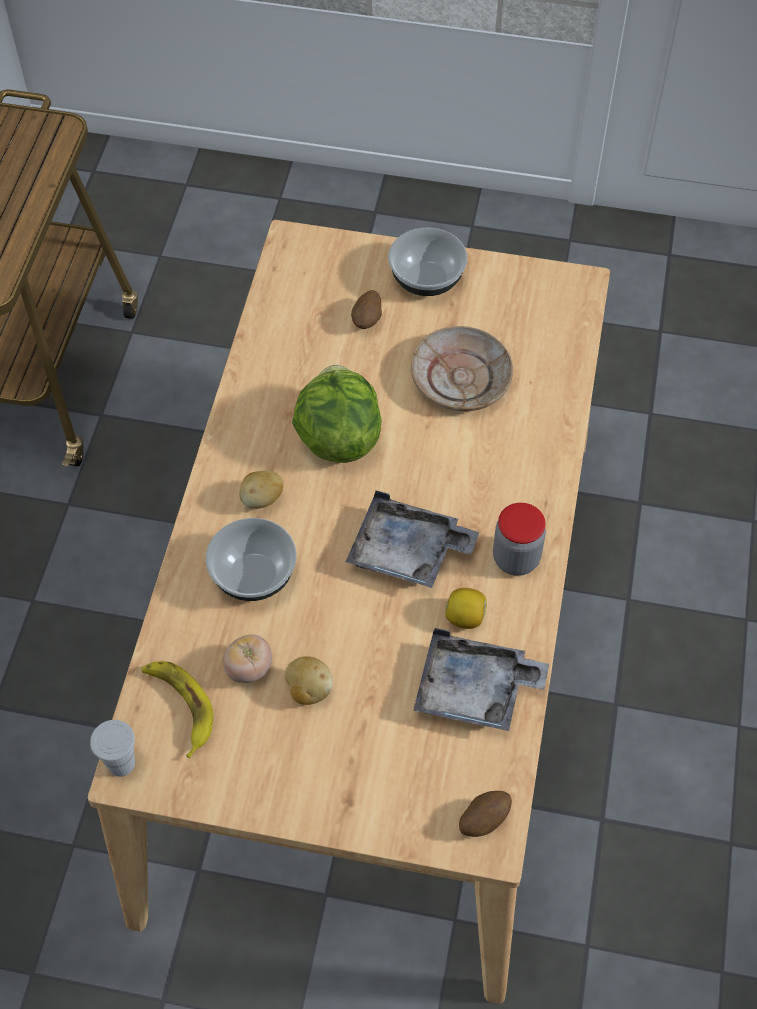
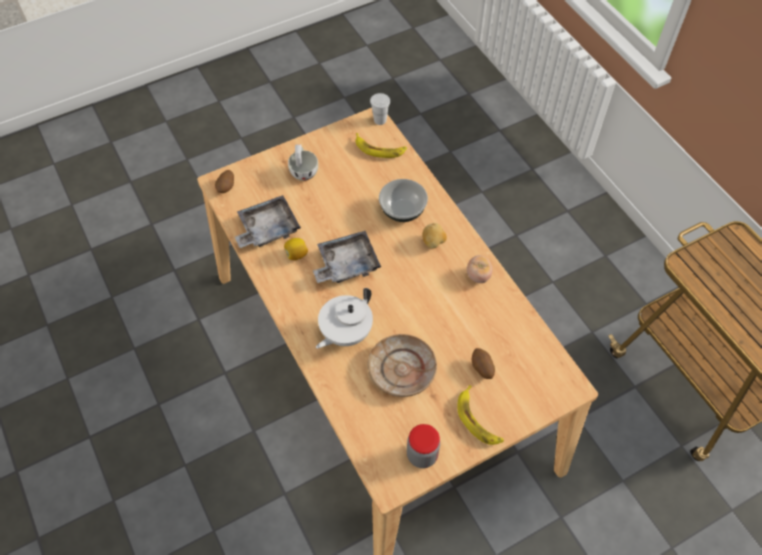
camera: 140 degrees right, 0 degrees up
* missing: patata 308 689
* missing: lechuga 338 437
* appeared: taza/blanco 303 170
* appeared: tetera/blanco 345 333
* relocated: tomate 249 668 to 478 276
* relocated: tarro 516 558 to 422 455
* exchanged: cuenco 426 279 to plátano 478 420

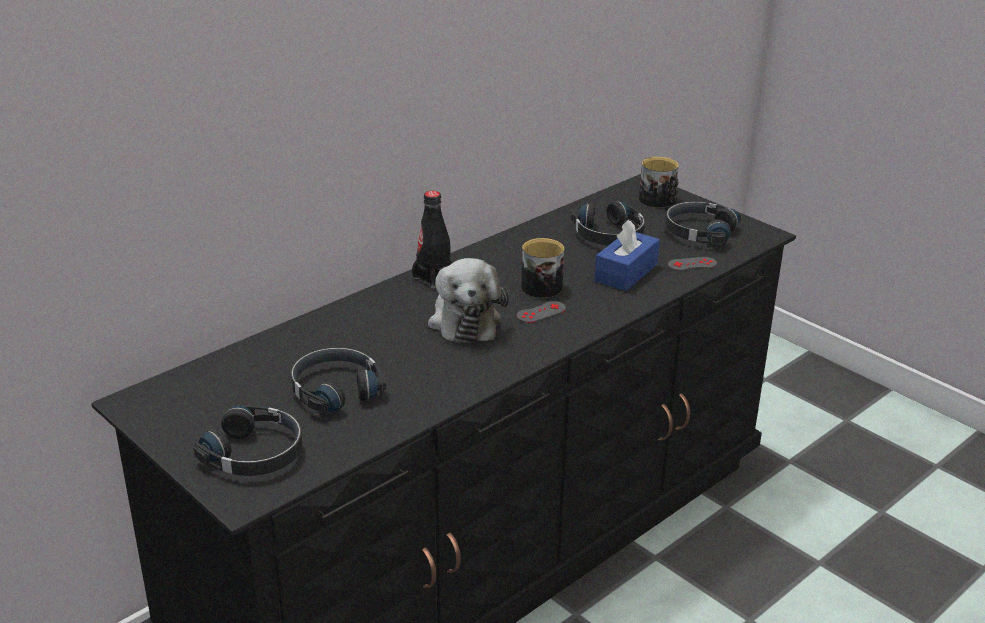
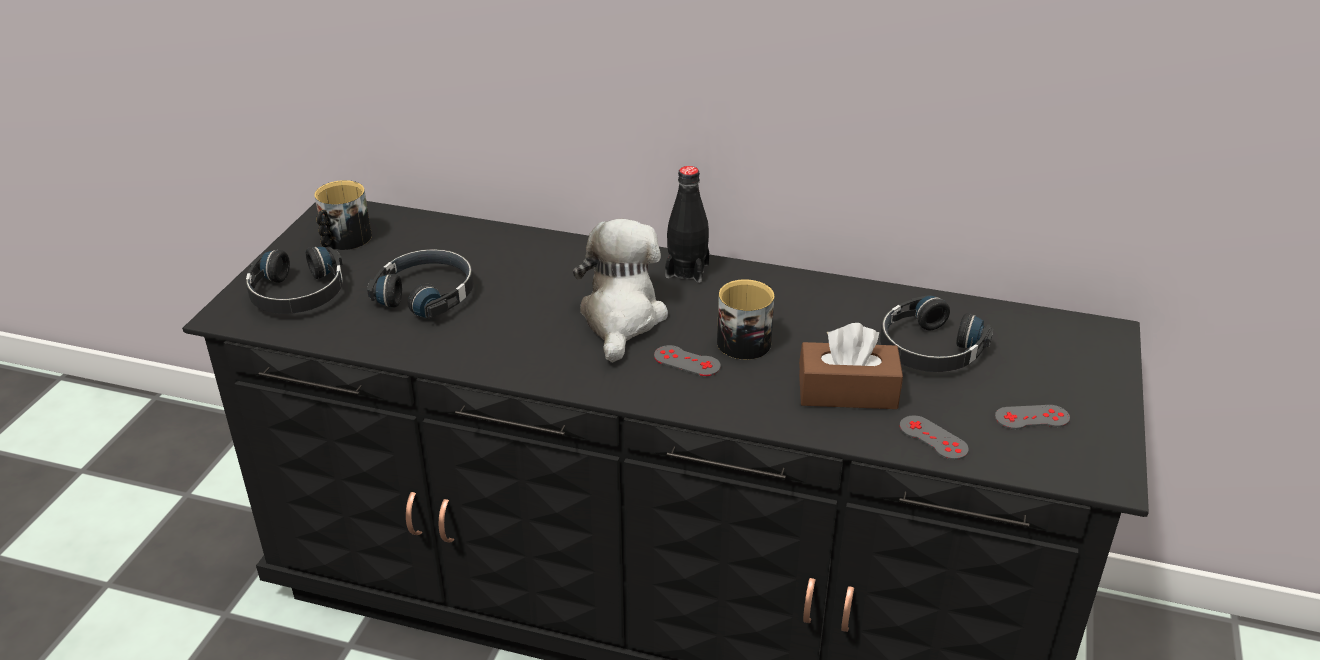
camera: 60 degrees right, 5 degrees up
* relocated: taza grande 660 201 to 343 240
* exchanged: auriculares/negro 699 232 to mando de consola/gris 1032 418
* colour: caja de pañuelos/azul 626 273 to caja de pañuelos/marrón 847 392
* spun: peluche 464 320 = 621 318 135 degrees clockwise

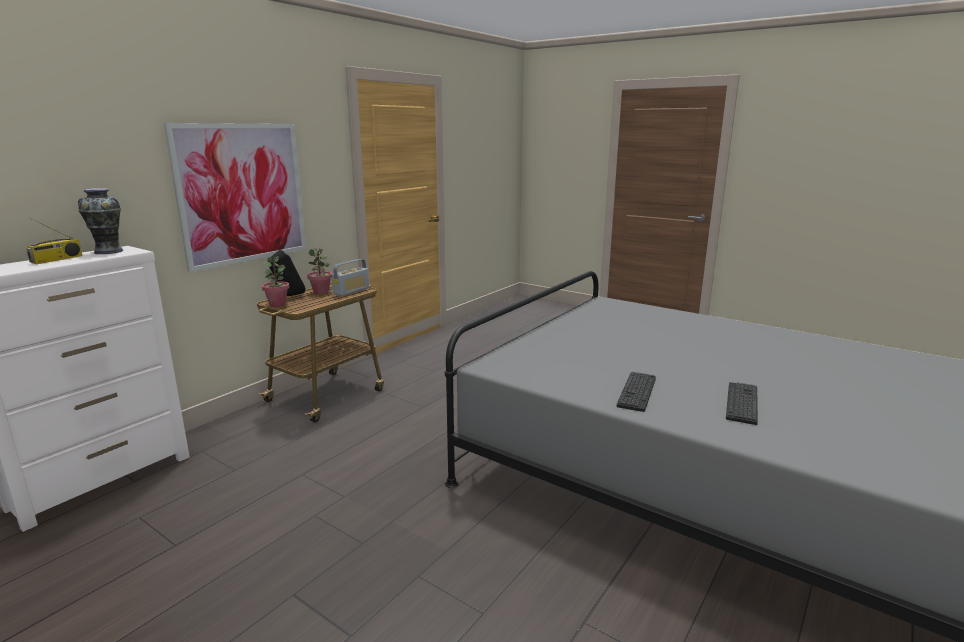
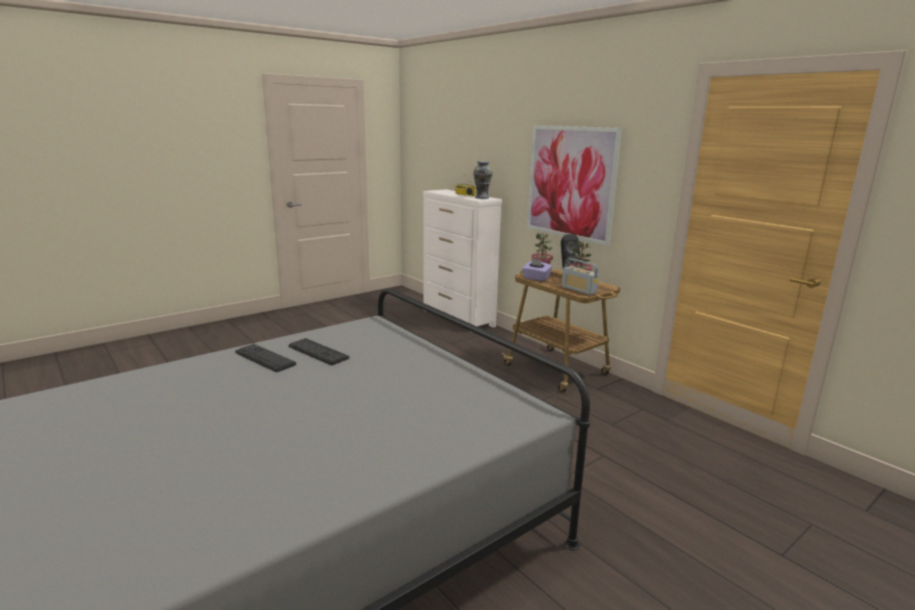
camera: 105 degrees right, 0 degrees up
* appeared: caja de pañuelos/morado 536 278
* relocated: teclado 742 403 to 318 352

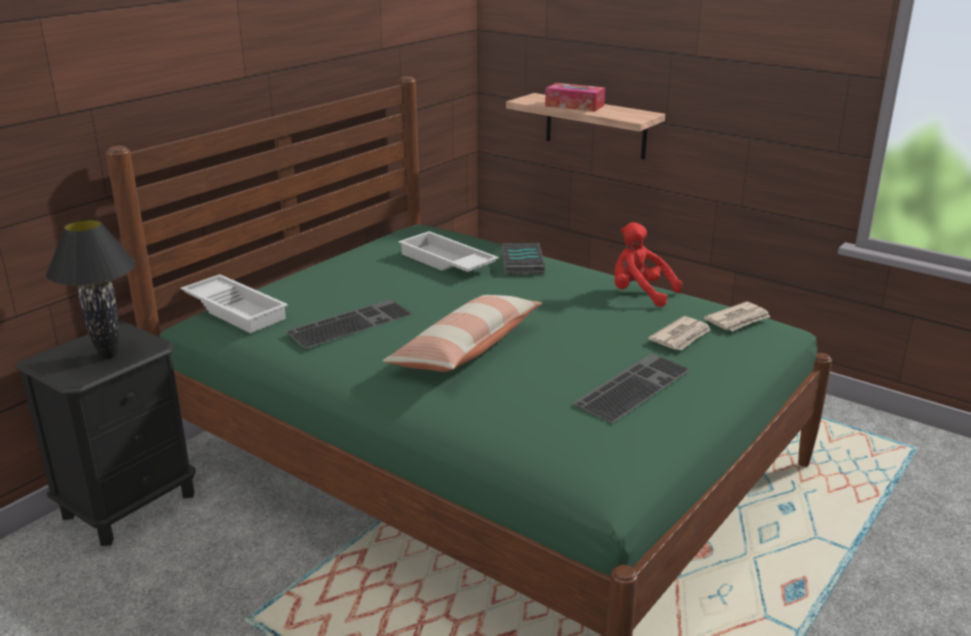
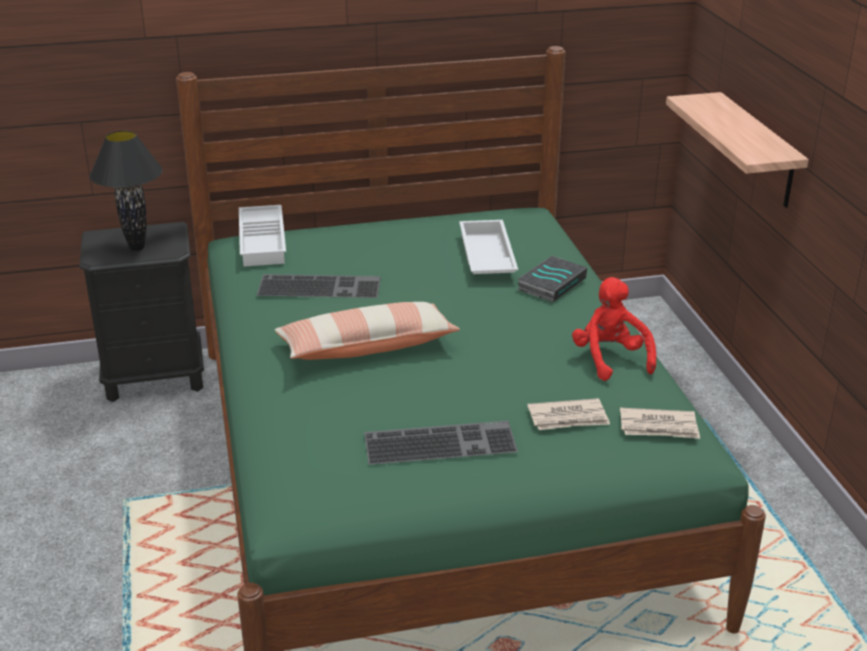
camera: 40 degrees right, 5 degrees up
* missing: caja de pañuelos 574 106

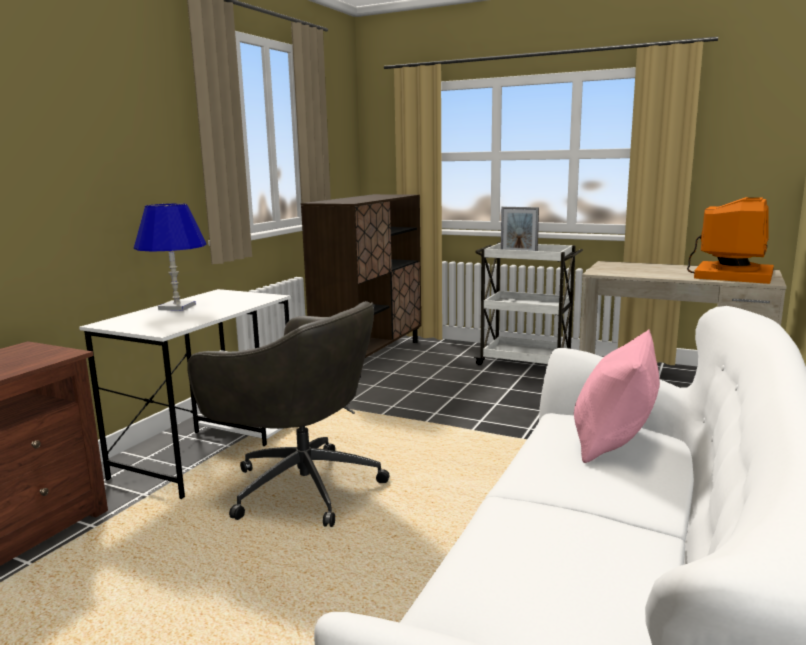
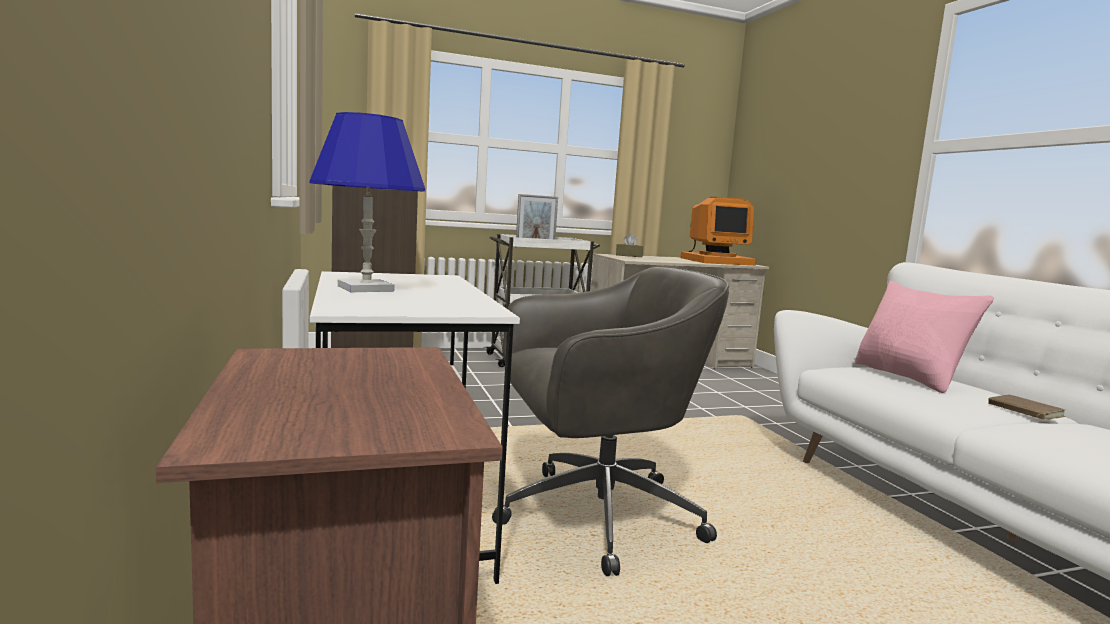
camera: 45 degrees left, 5 degrees down
* appeared: caja de pañuelos/marrón 629 256
* appeared: libro/marrón 1023 410
* spun: monitor 731 275 = 716 261 90 degrees clockwise

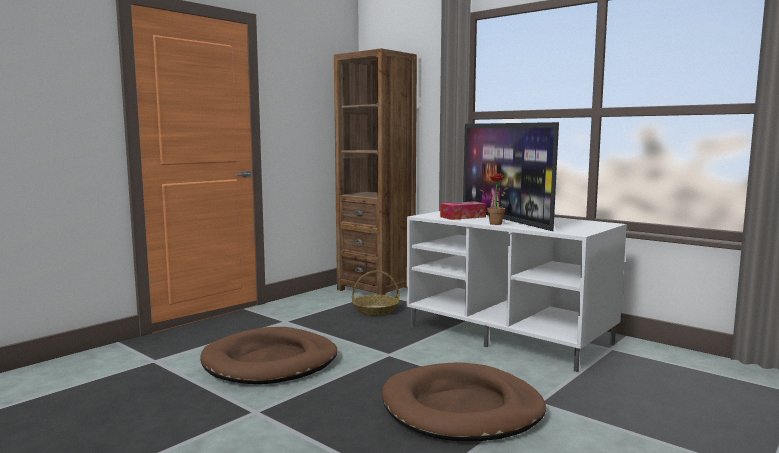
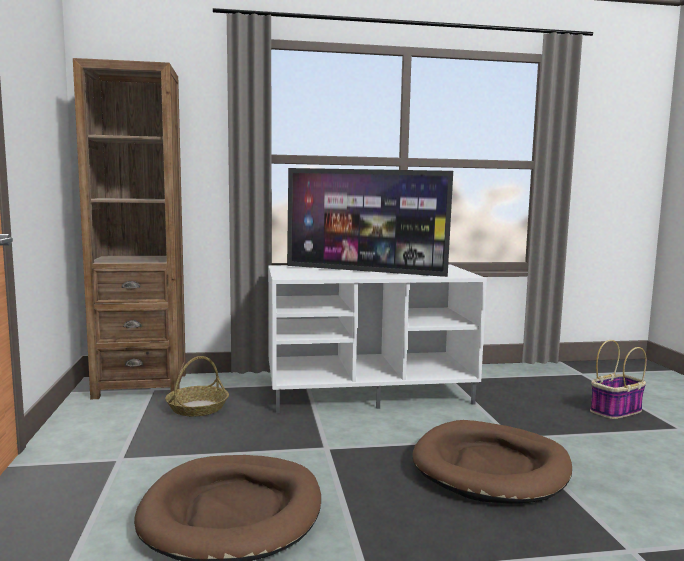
camera: 50 degrees left, 0 degrees up
* missing: caja de pañuelos 463 217
* missing: planta en maceta 492 223
* appeared: cesta 615 411

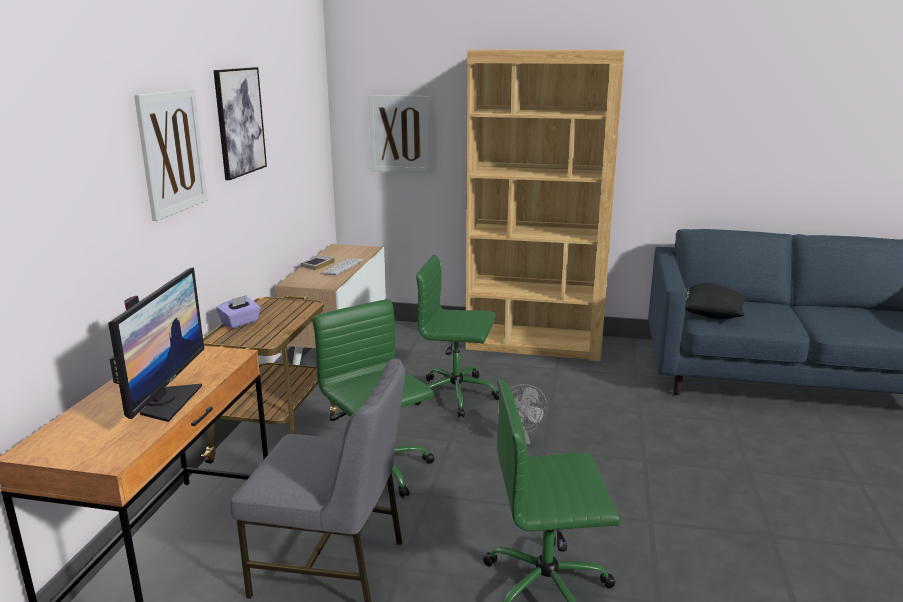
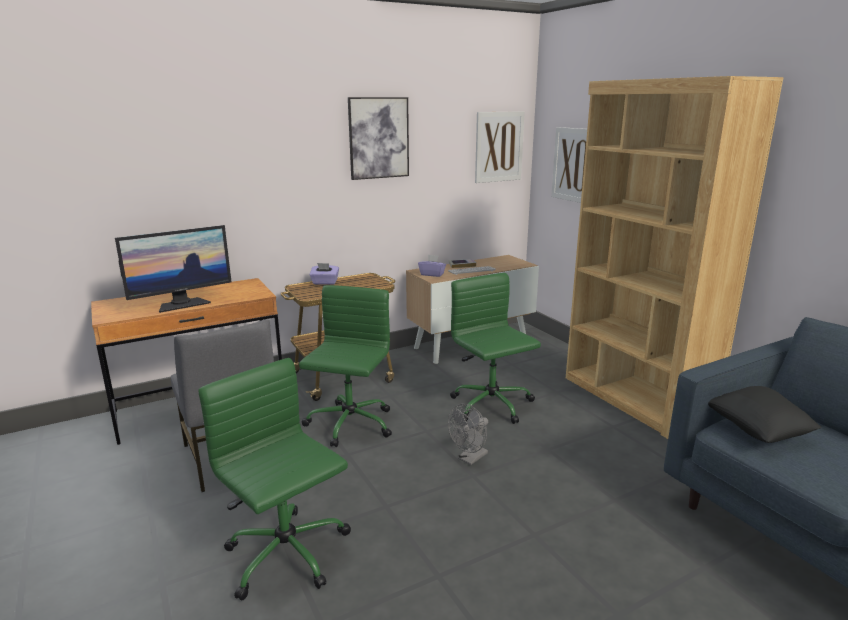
camera: 50 degrees right, 0 degrees up
* appeared: caja de pañuelos/morado 432 274
* relocated: cuadro 172 152 to 499 147

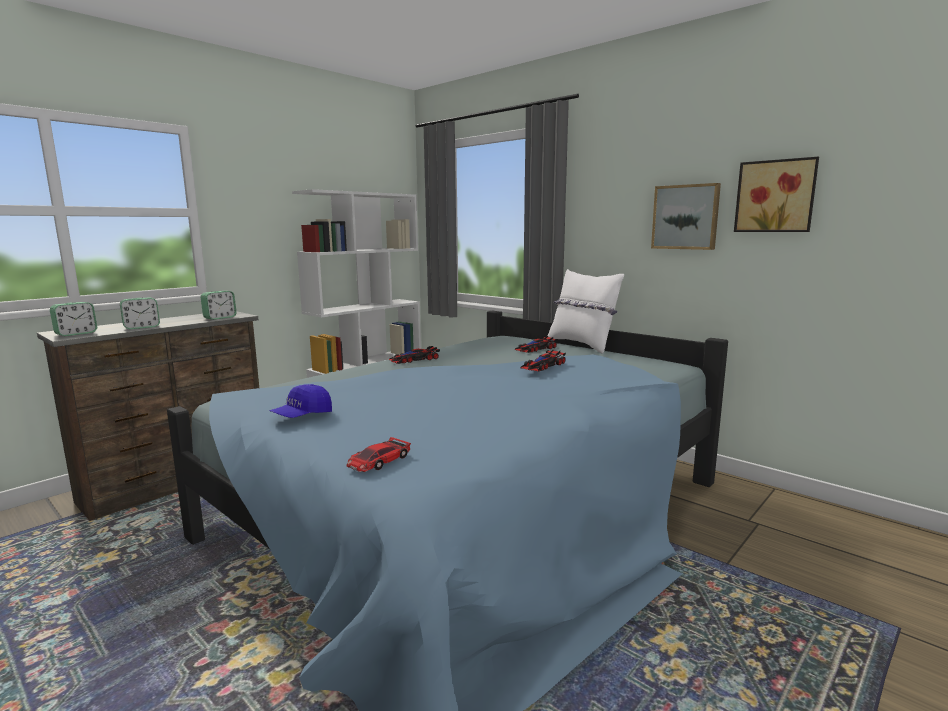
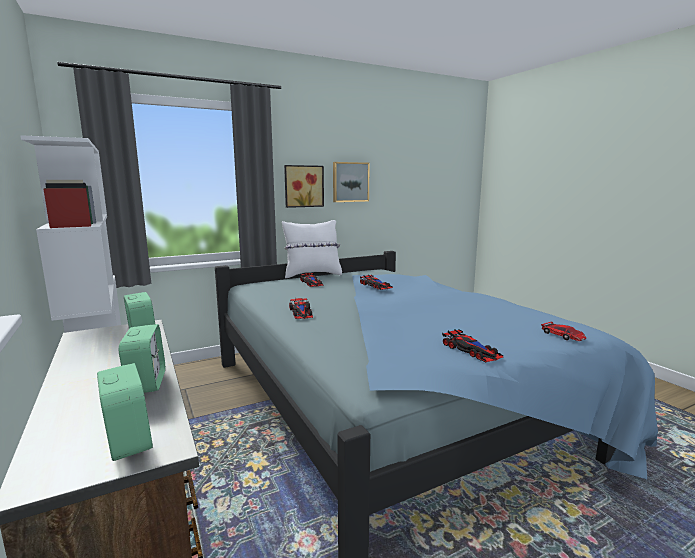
camera: 70 degrees left, 0 degrees up
* relocated: cuadro 775 196 to 303 186
* exchanged: gorra/azul 302 416 to coche de juguete 471 350

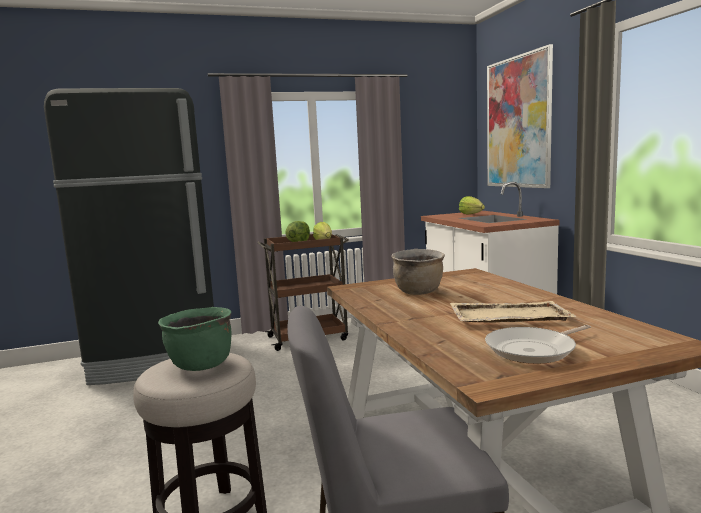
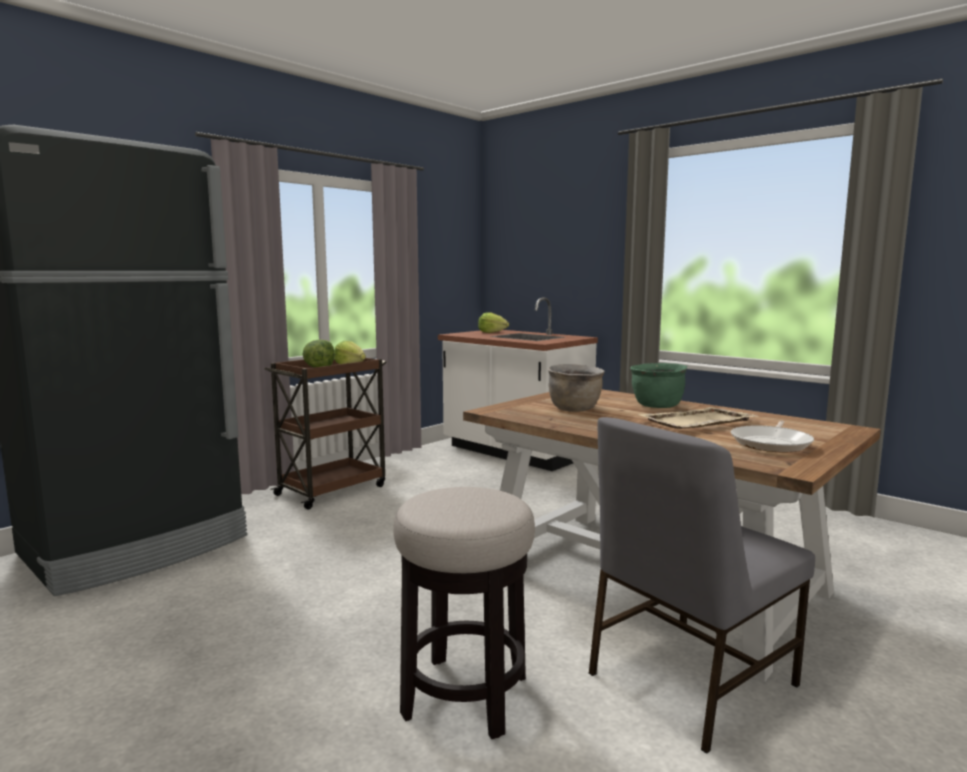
camera: 30 degrees left, 0 degrees up
* missing: cuadro 518 122
* relocated: olla/verde 200 365 to 657 406

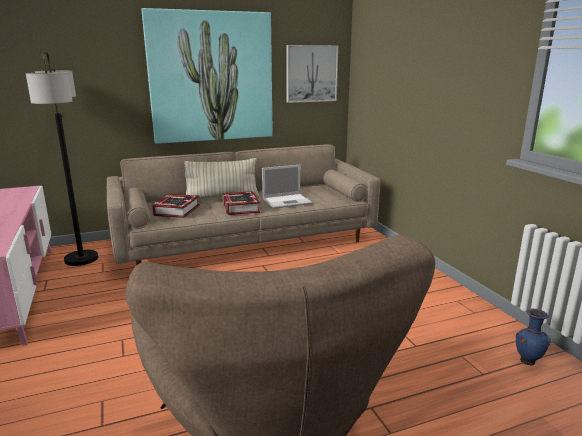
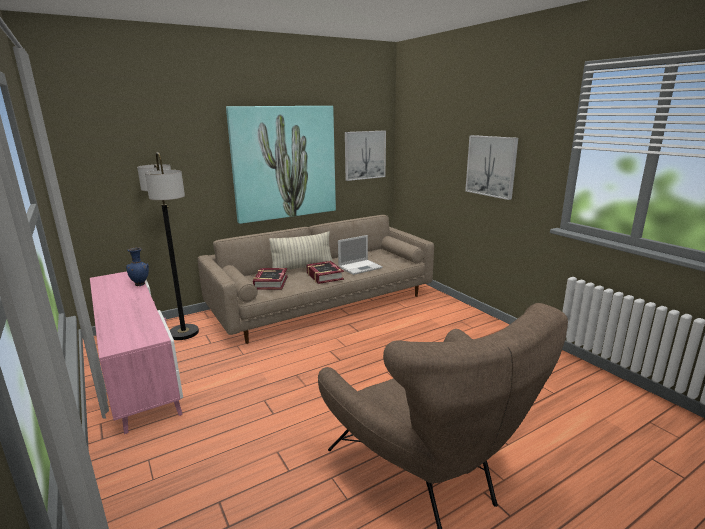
camera: 10 degrees left, 0 degrees up
* appeared: cuadro 491 166
* relocated: florero/azul 527 361 to 140 284

